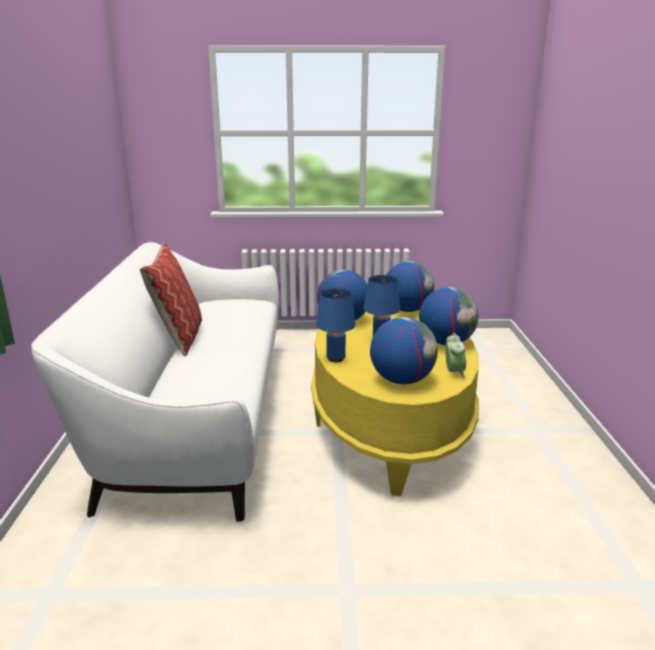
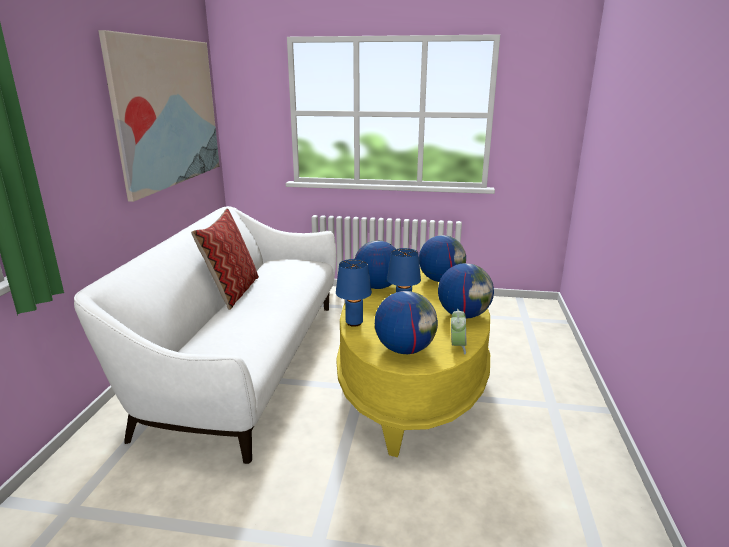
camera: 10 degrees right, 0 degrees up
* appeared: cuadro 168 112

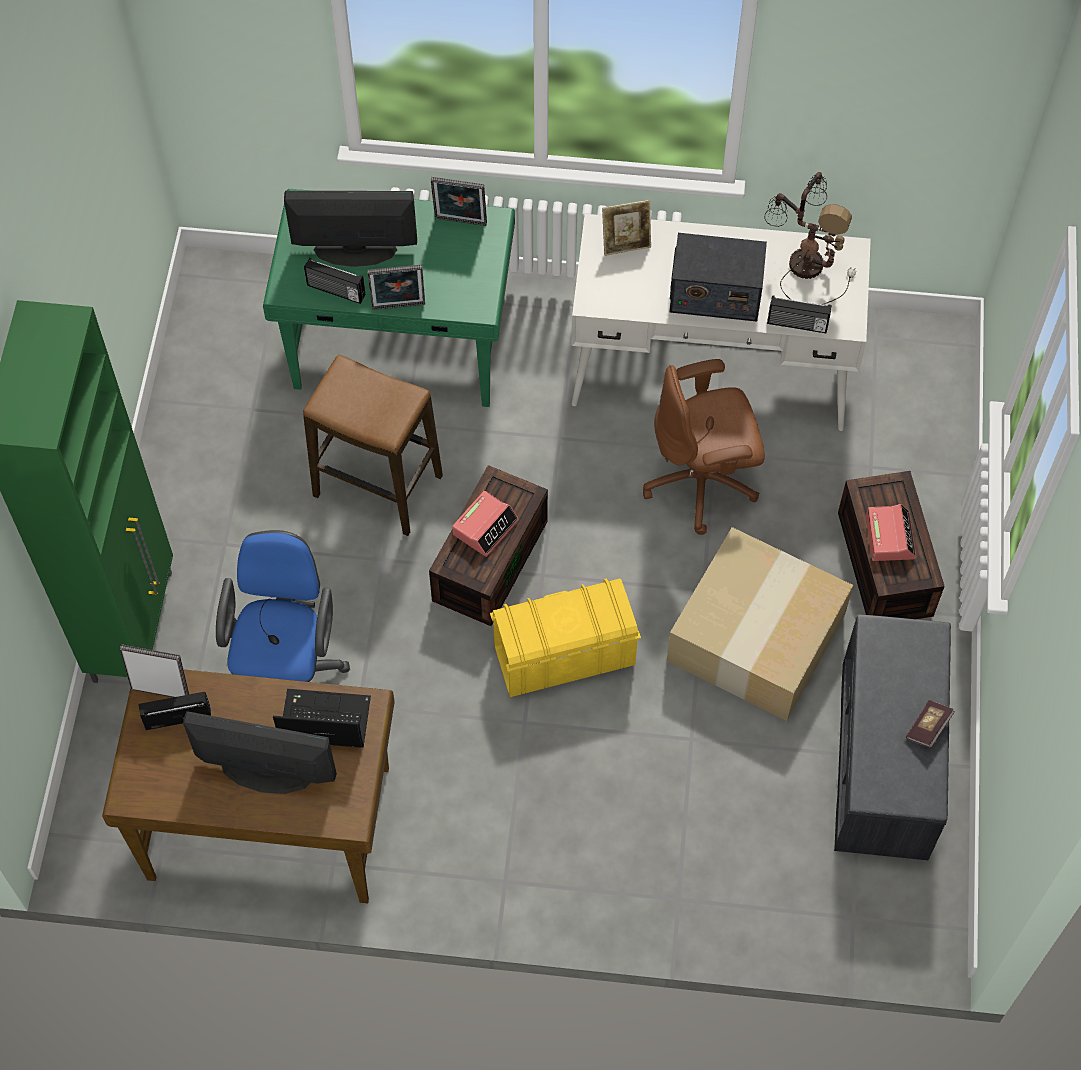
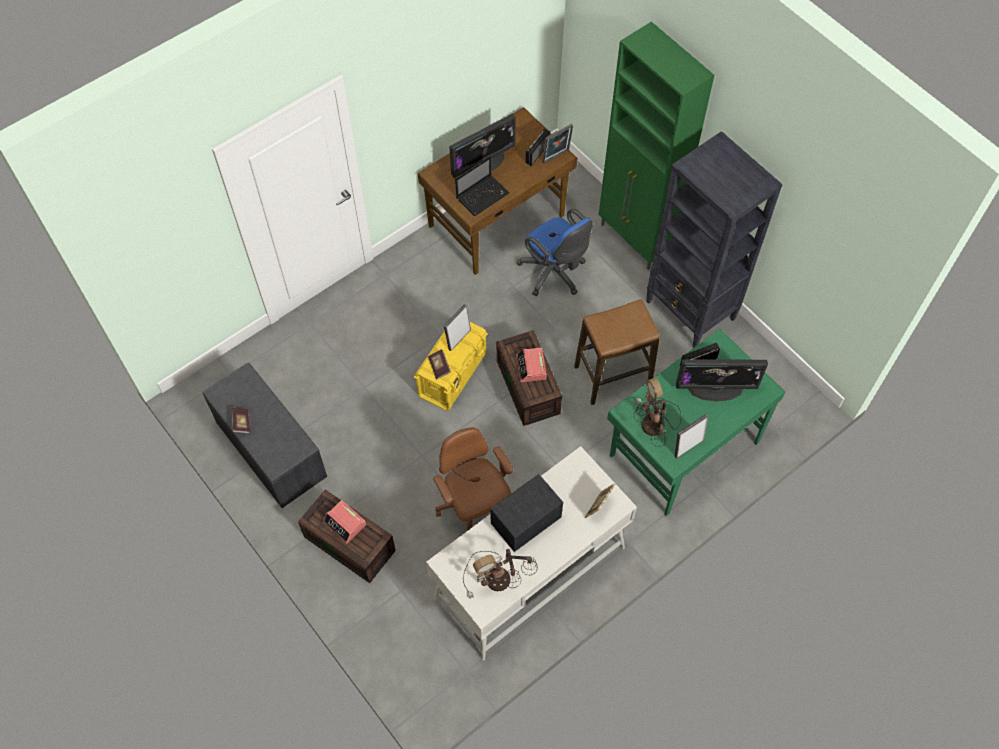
camera: 135 degrees right, 0 degrees up
* missing: caja de cartón 757 640
* missing: radio 797 325
* appeared: libro 439 367
* appeared: lámpara de mesa 652 427
* appeared: estantería/negro 690 311
* relocated: portarretratos 398 308 to 458 338
* spun: monitor 355 250 = 715 388 45 degrees clockwise
* spun: silla de oficina/marrón 702 483 = 473 507 60 degrees counterclockwise

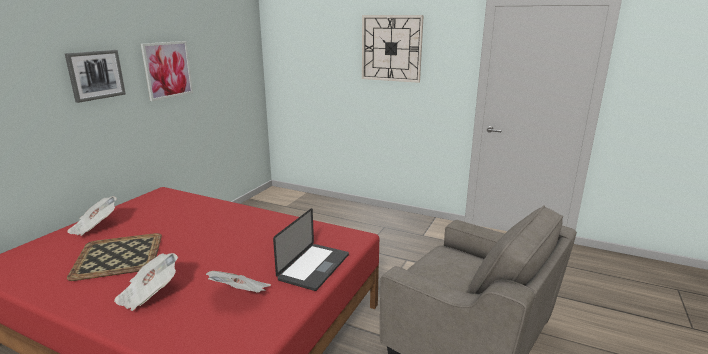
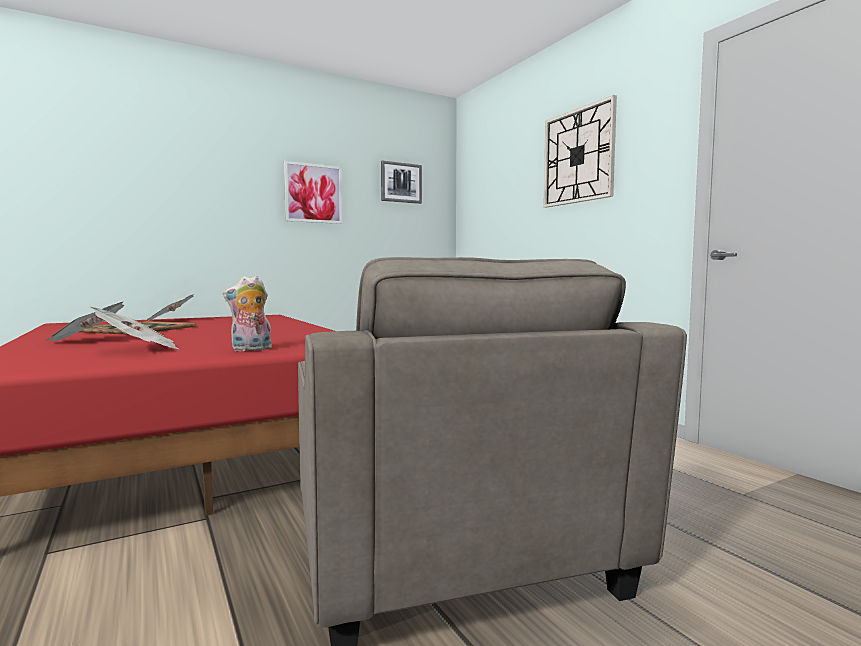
camera: 35 degrees right, 15 degrees down
* relocated: cuadro 96 75 to 401 182
* exchanged: portátil 314 267 to peluche 250 350

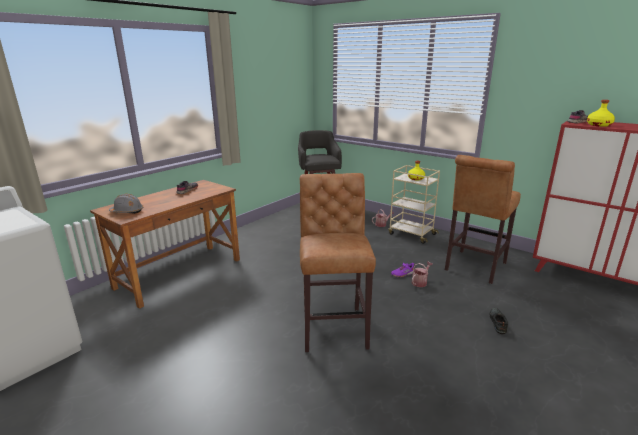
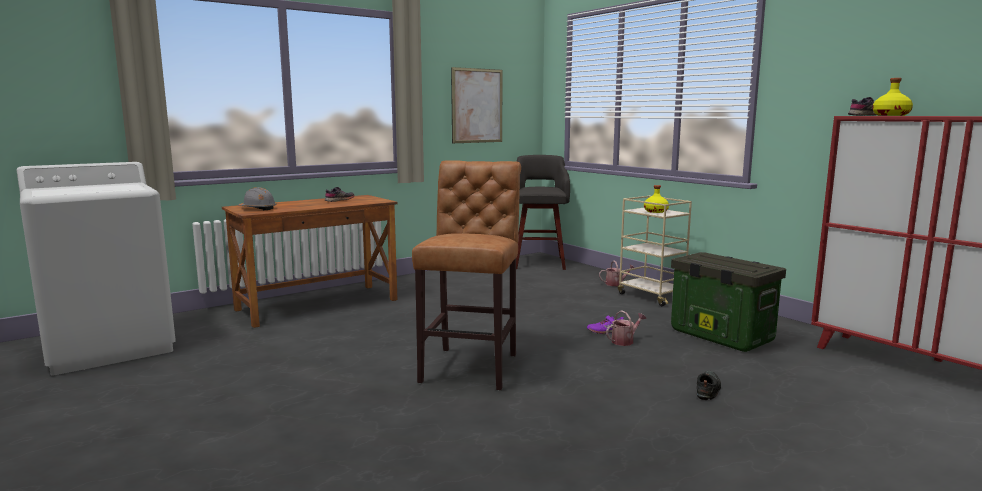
camera: 15 degrees right, 10 degrees down
* appeared: cuadro 477 106
* exchanged: taburete/marrón 474 268 to caja de almacenaje 719 335

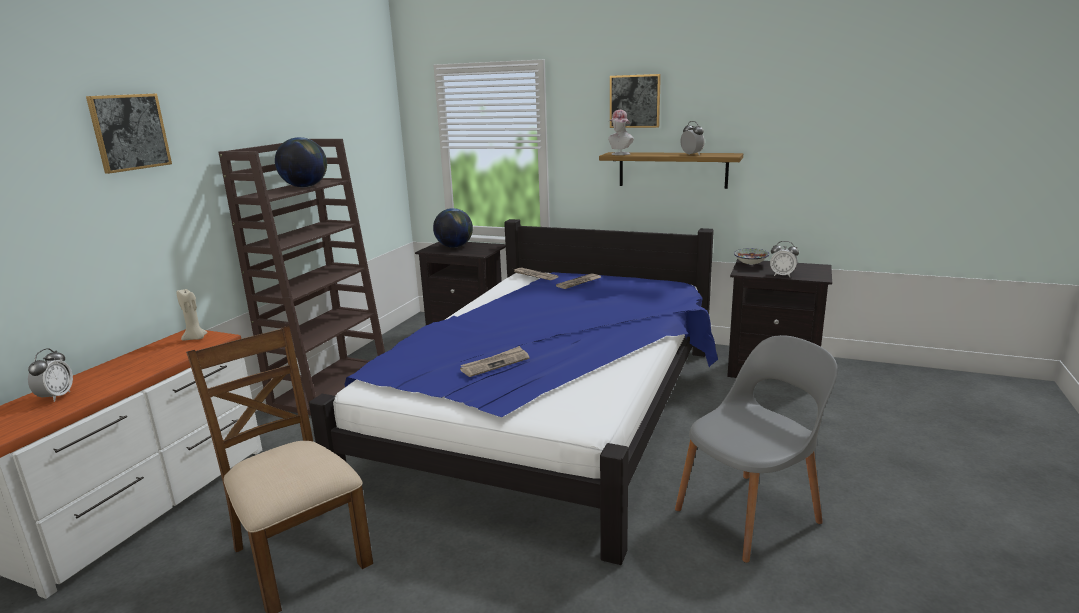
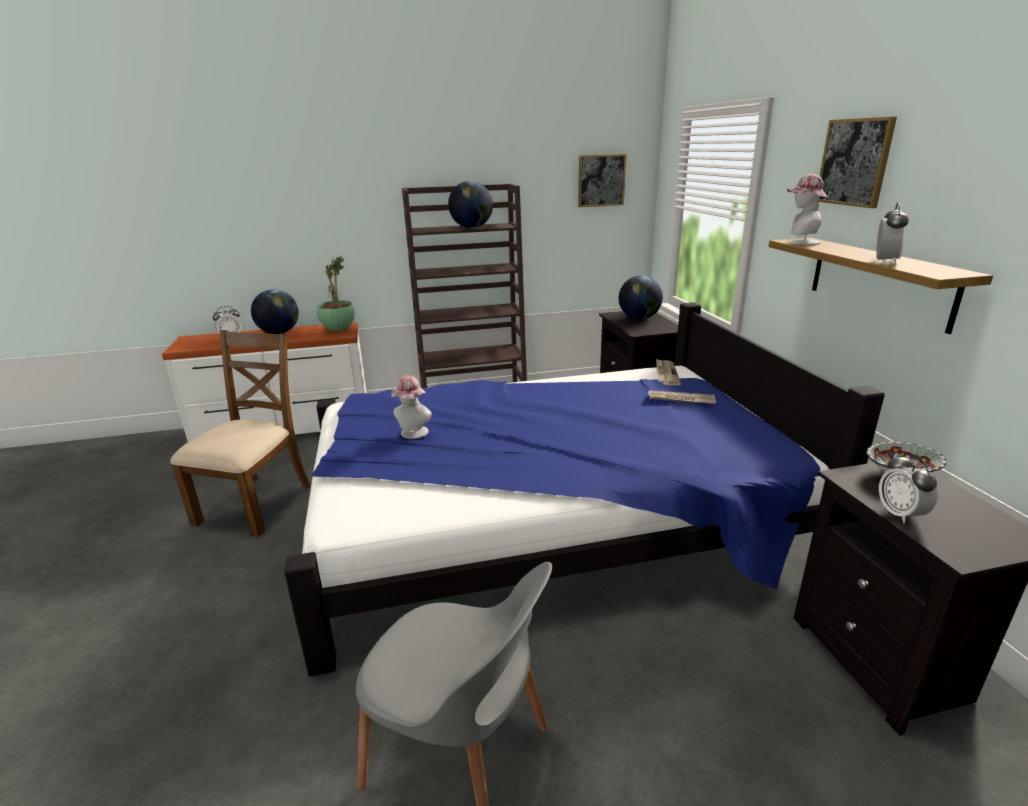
camera: 55 degrees right, 5 degrees up
* appeared: globo terráqueo 279 333
* relocated: cuadro 129 132 to 601 180
* exchanged: vela/beis 196 338 to planta en maceta 339 329
* exchanged: periódico 495 364 to sombrero 413 434

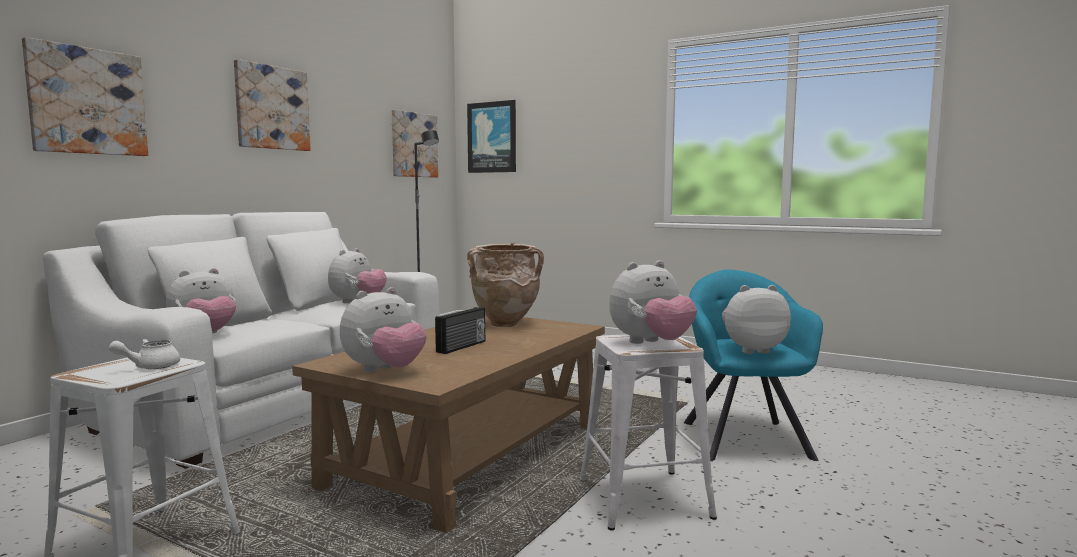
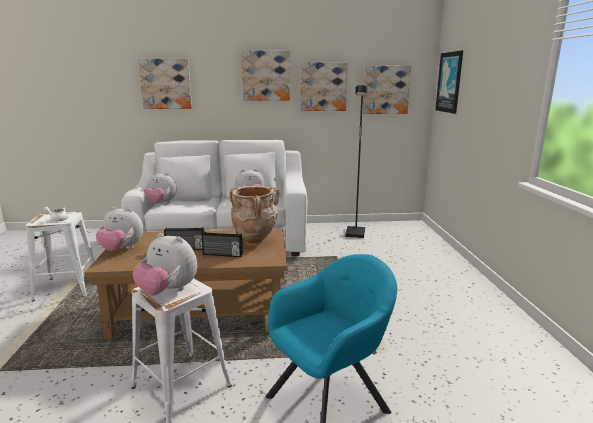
camera: 55 degrees right, 10 degrees up
* missing: peluche 752 350
* appeared: radio 222 254
* appeared: cuadro 323 87

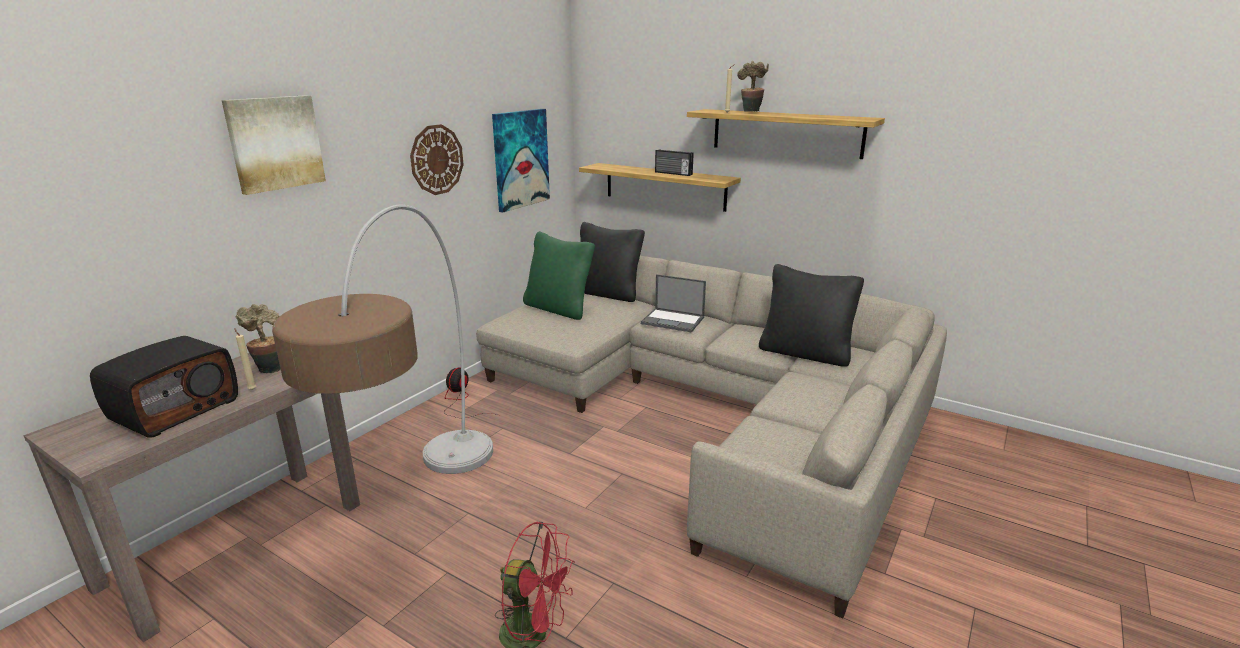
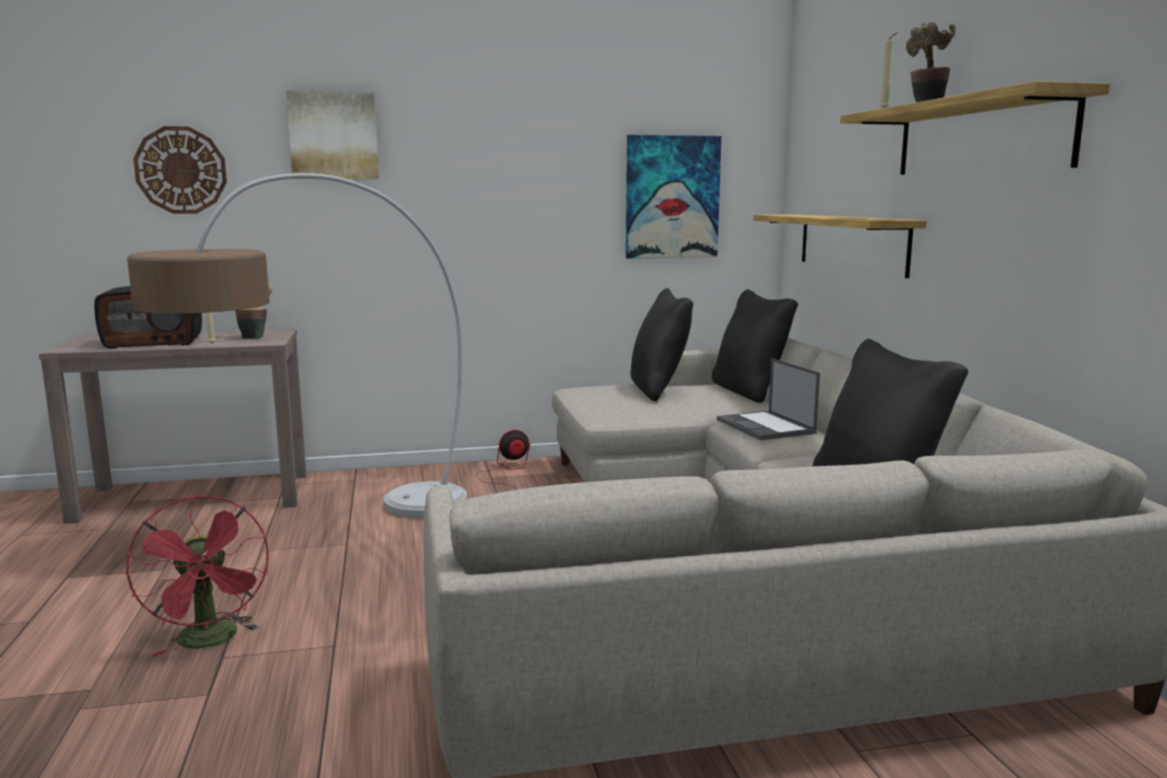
camera: 45 degrees right, 10 degrees down
* missing: radio 673 173
* relocated: reloj de pared 436 159 to 181 170
* colour: cojín/verde 559 309 to cojín/negro 658 390

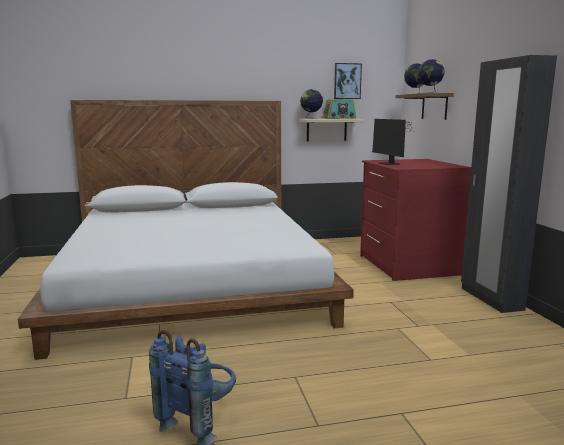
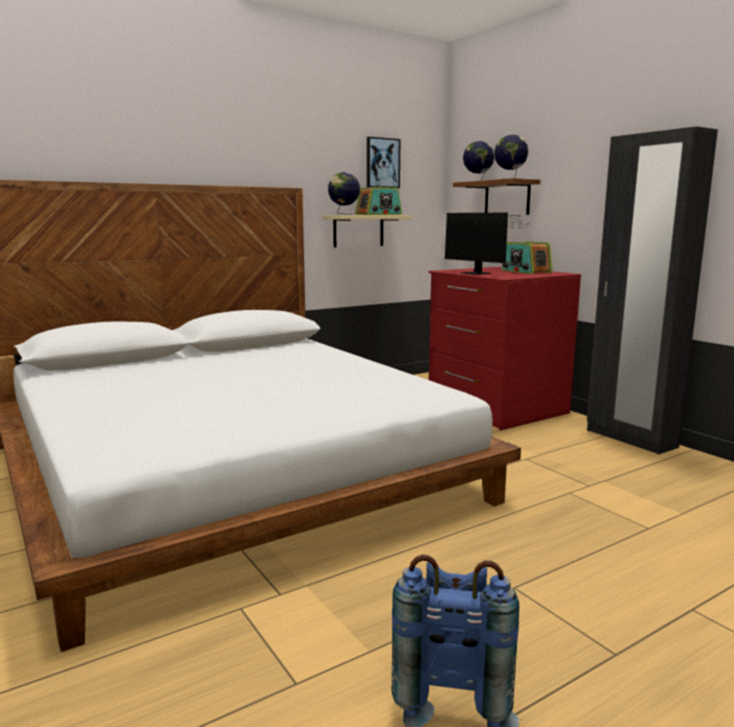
camera: 20 degrees left, 0 degrees up
* appeared: radio 525 271

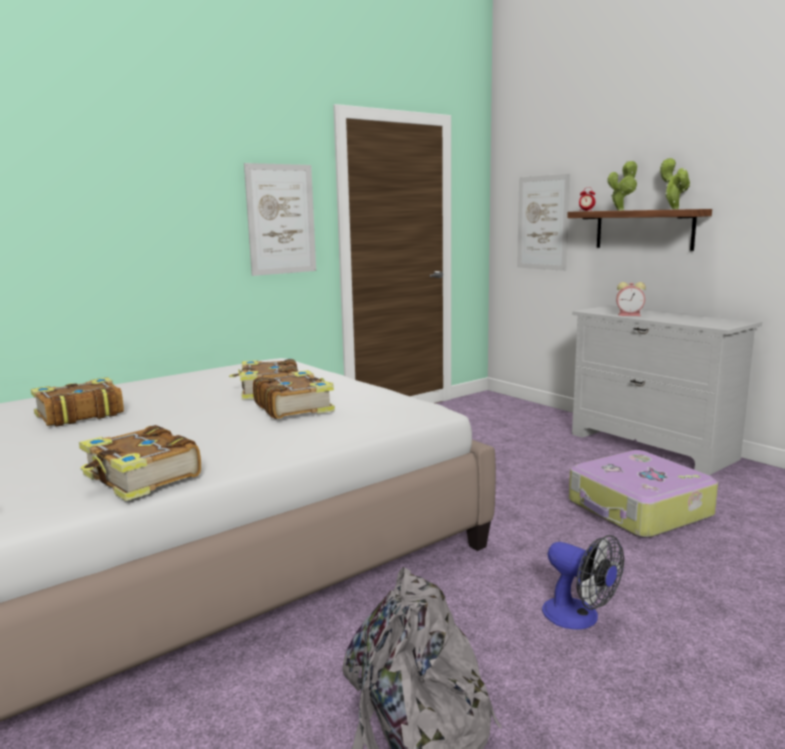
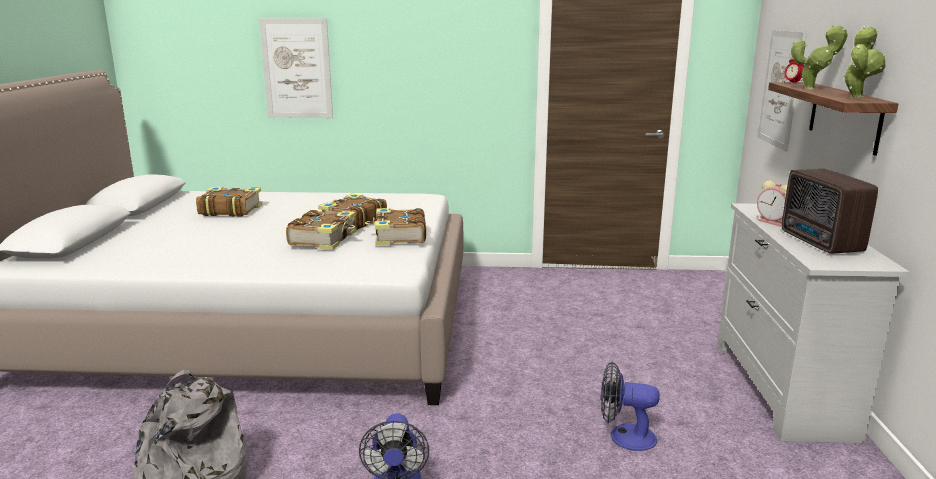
camera: 40 degrees right, 5 degrees up
* appeared: radio 820 243
* relocated: libro 141 477 to 398 236
* relocated: cuadro 281 219 to 297 69
* exchanged: maleta 638 509 to ventilador 624 436

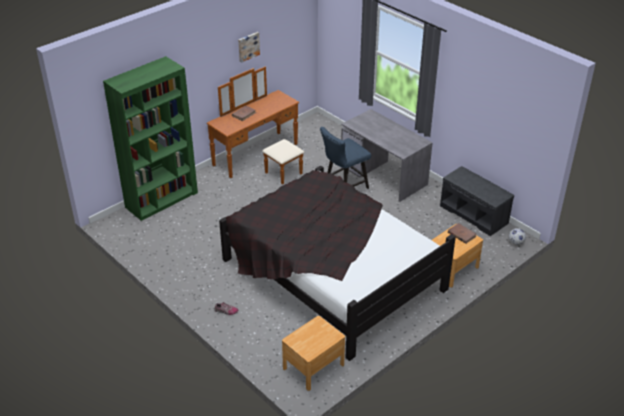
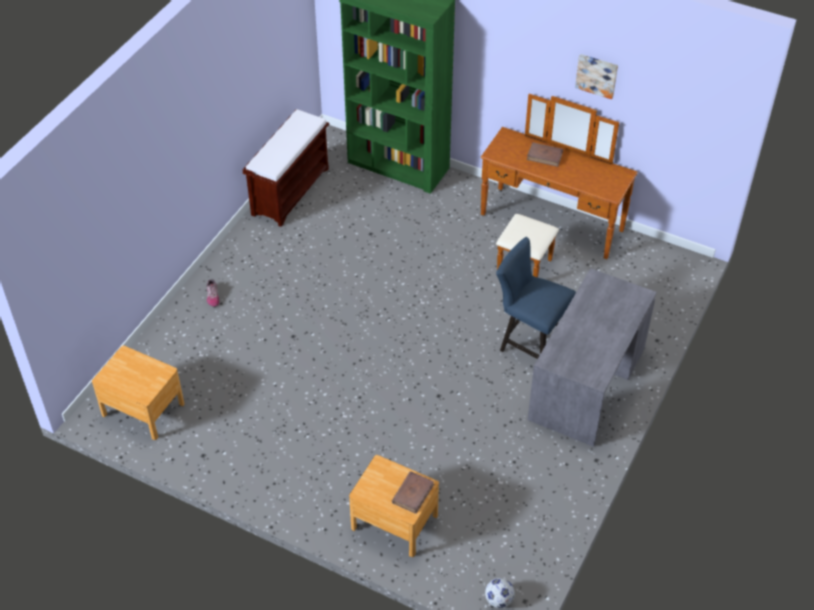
camera: 70 degrees right, 10 degrees up
* missing: cama/negro 331 274
* missing: banco/gris 474 214
* appeared: banco/marrón 290 191

